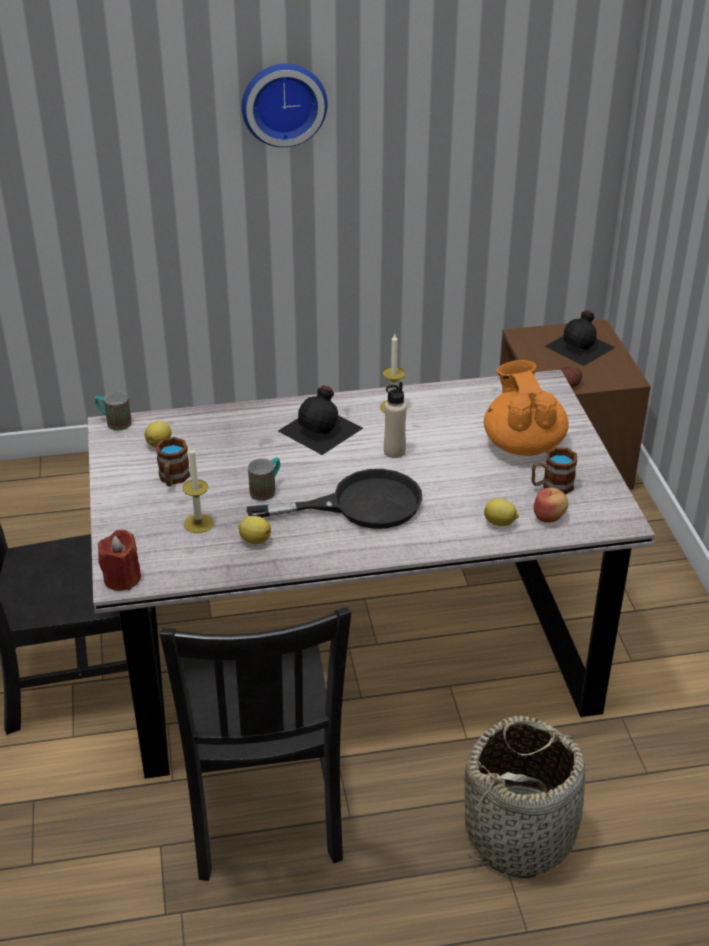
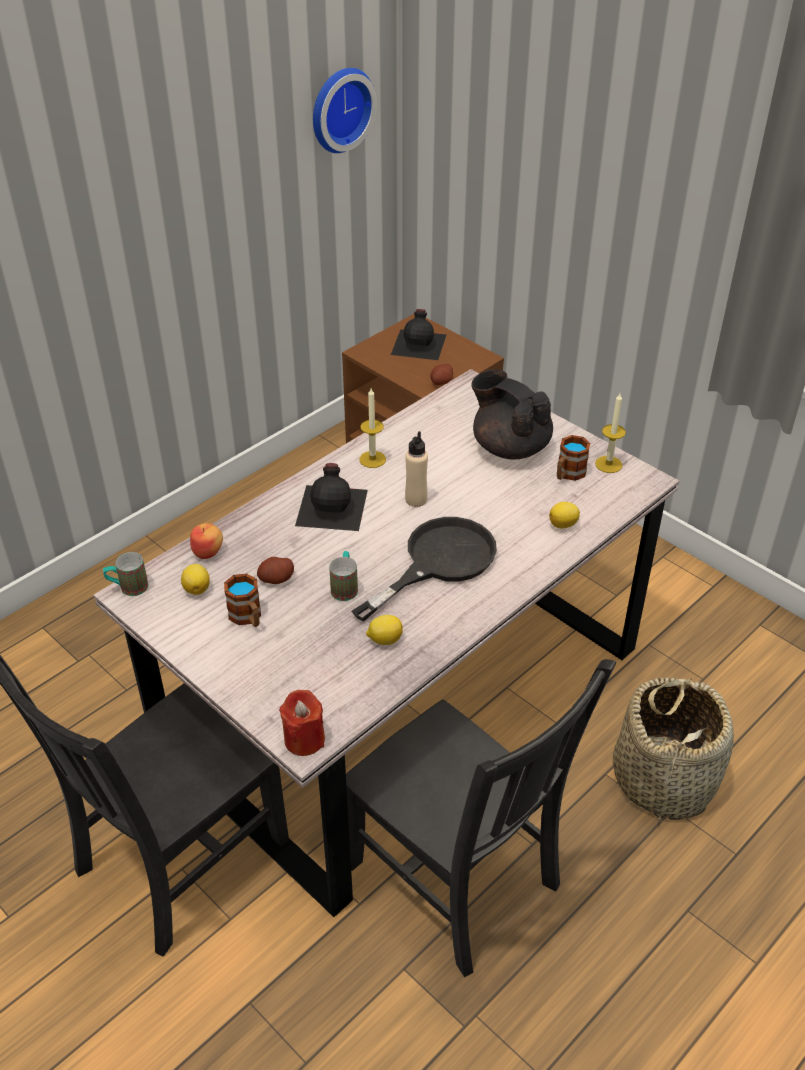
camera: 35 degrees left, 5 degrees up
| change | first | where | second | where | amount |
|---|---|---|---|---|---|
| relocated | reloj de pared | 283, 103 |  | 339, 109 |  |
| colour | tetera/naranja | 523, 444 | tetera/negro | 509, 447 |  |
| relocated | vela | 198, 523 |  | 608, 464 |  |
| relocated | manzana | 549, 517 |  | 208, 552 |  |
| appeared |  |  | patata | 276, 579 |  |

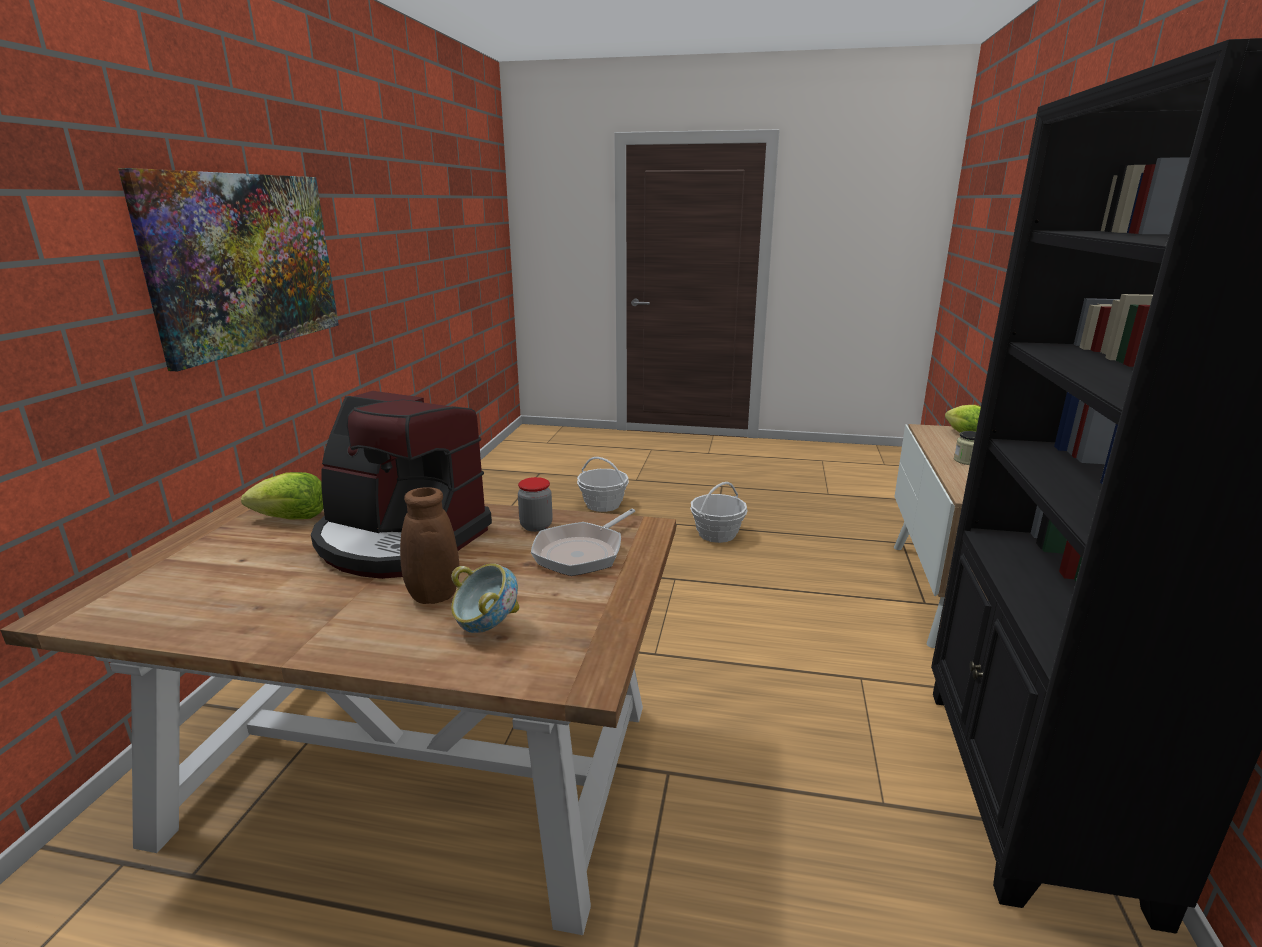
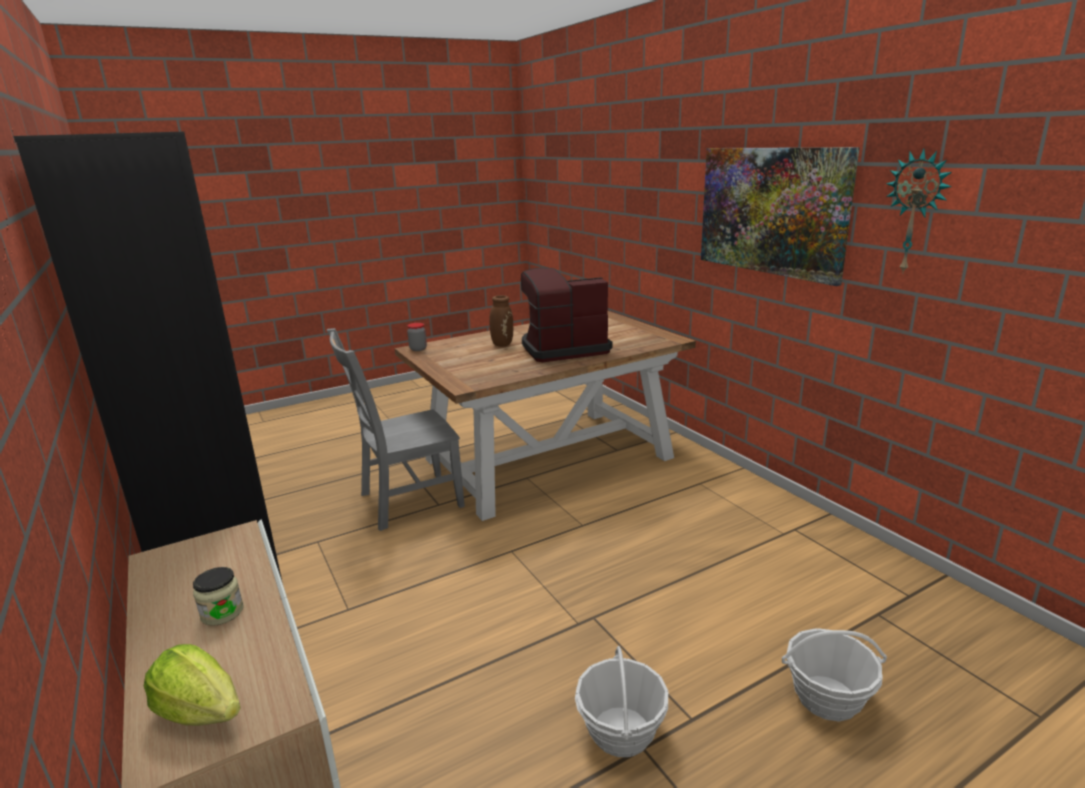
camera: 140 degrees right, 0 degrees up
| change | first | where | second | where | amount |
|---|---|---|---|---|---|
| missing | lechuga | 292, 518 |  |  |  |
| relocated | tarro | 536, 526 |  | 418, 349 |  |
| missing | sartén | 582, 552 |  |  |  |
| missing | cuenco | 486, 627 |  |  |  |
| appeared |  |  | reloj de pared | 916, 212 |  |
| appeared |  |  | silla/gris | 406, 501 |  |

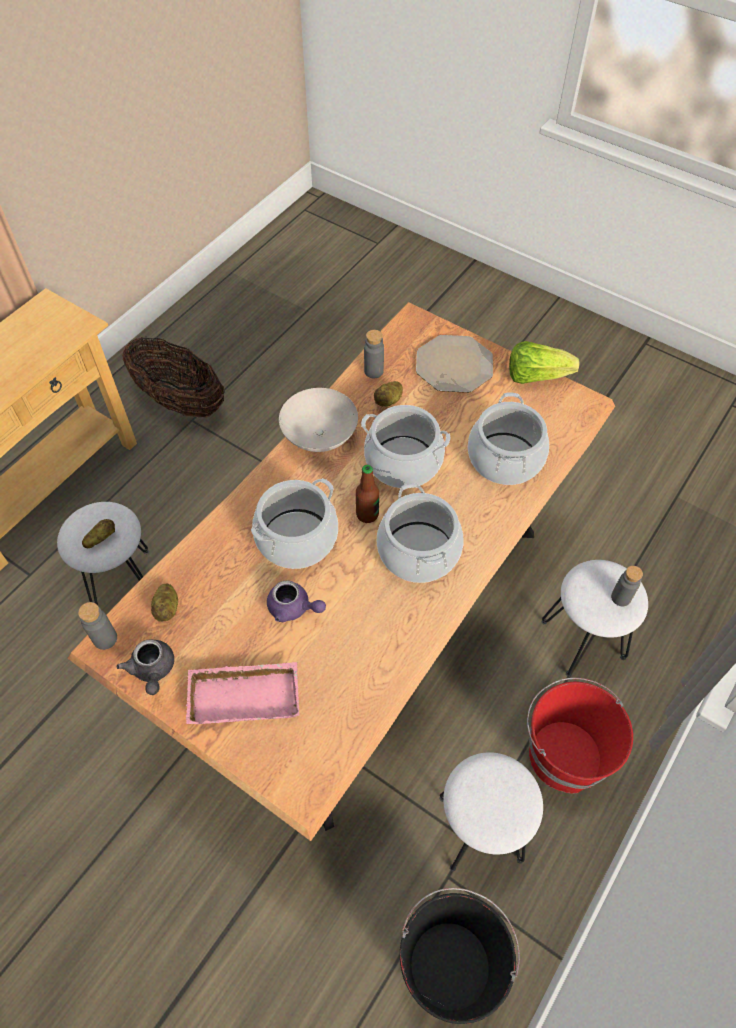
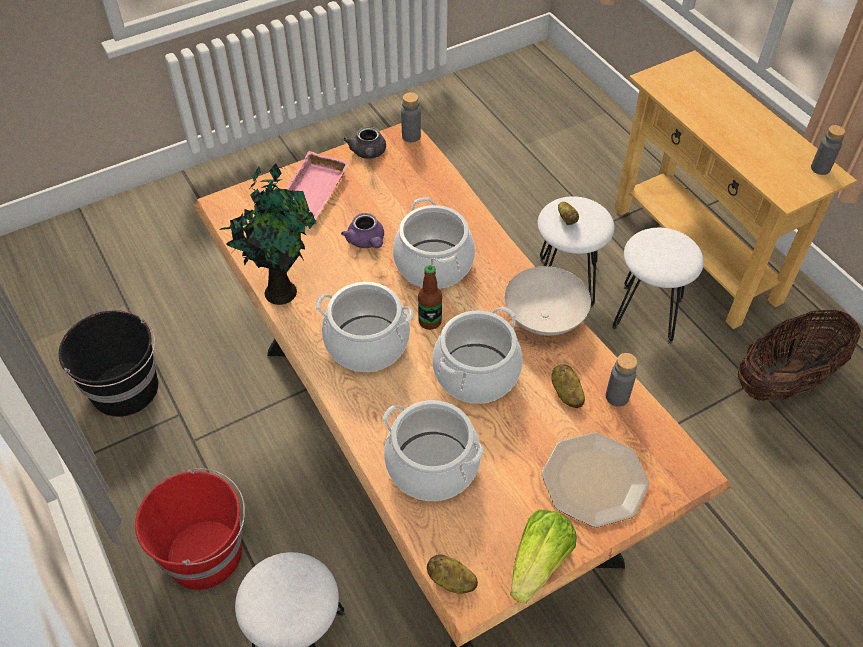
camera: 115 degrees right, 5 degrees down
| change | first | where | second | where | amount |
|---|---|---|---|---|---|
| relocated | botella/gris | 621, 597 |  | 820, 168 |  |
| spun | tetera/morado | 293, 608 |  | 367, 242 | 75 degrees counterclockwise |
| relocated | patata | 168, 608 |  | 451, 581 |  |
| spun | tetera/gris | 153, 671 |  | 368, 153 | 105 degrees counterclockwise |
| relocated | taburete/blanco | 480, 829 |  | 646, 313 |  |
| appeared |  |  | planta en maceta | 281, 289 |  |

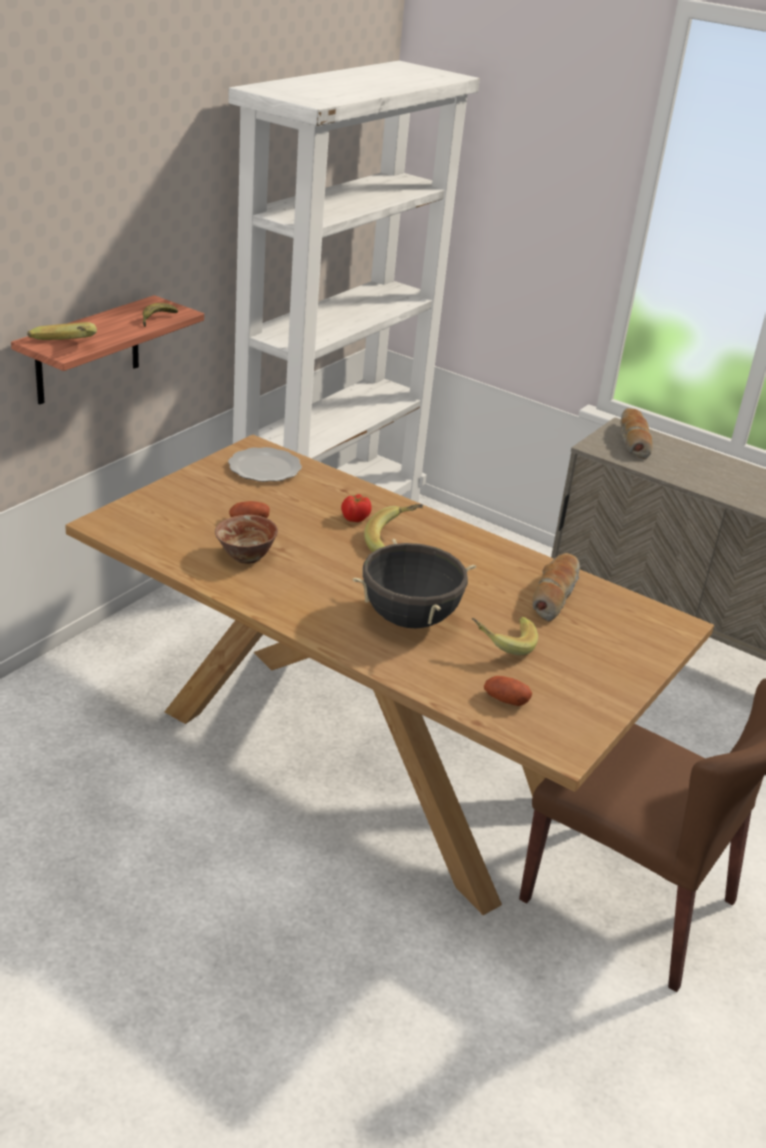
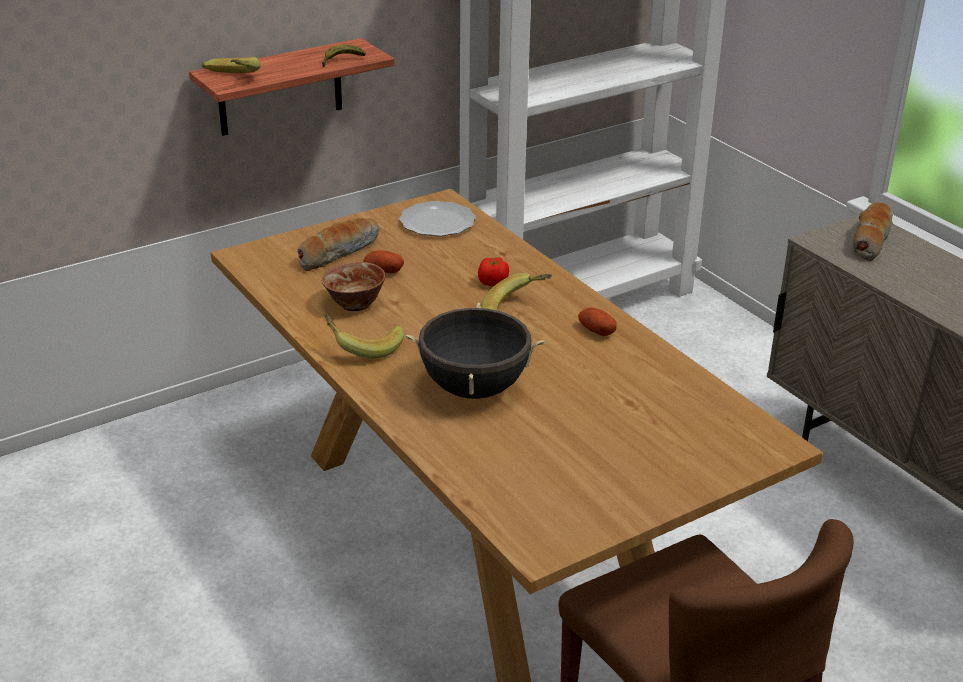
camera: 25 degrees right, 0 degrees up
| change | first | where | second | where | amount |
|---|---|---|---|---|---|
| relocated | pan | 554, 594 |  | 338, 252 |  |
| relocated | plátano | 501, 644 |  | 363, 347 |  |
| relocated | patata | 505, 700 |  | 596, 331 |  |

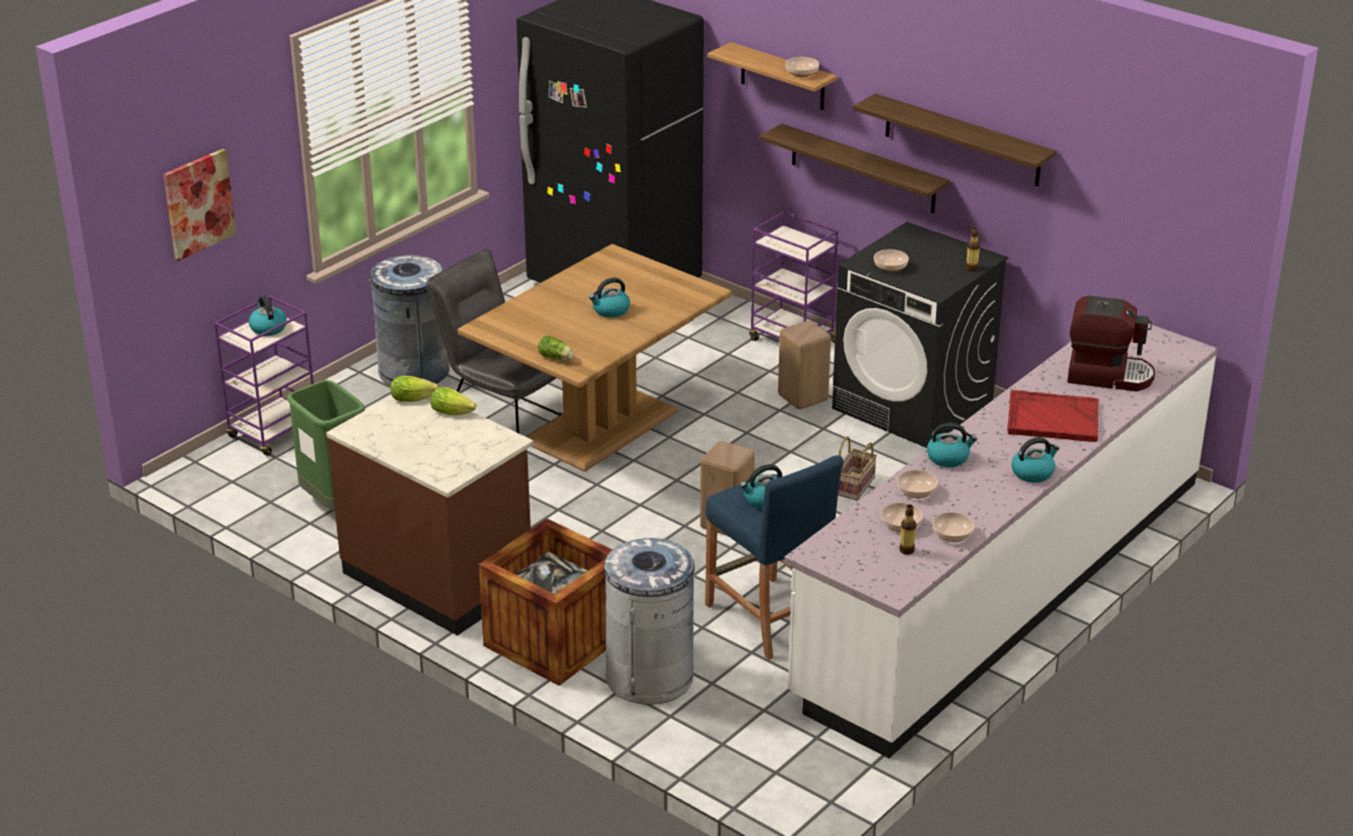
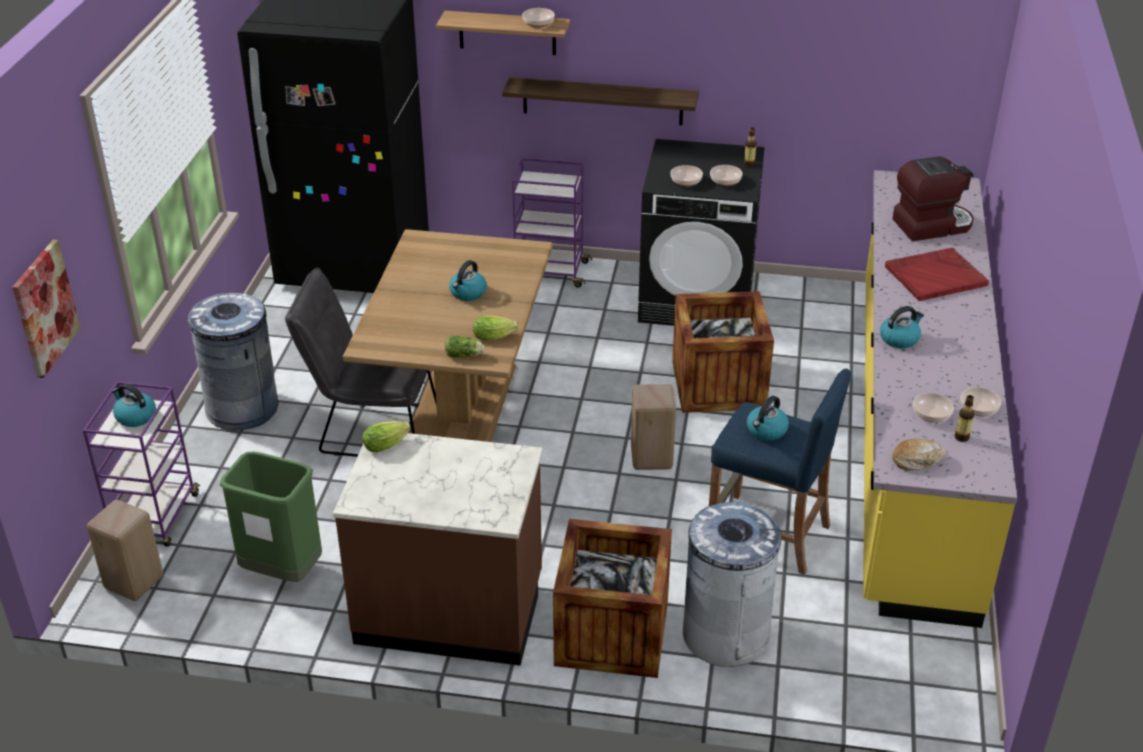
camera: 30 degrees left, 5 degrees up
| change | first | where | second | where | amount |
|---|---|---|---|---|---|
| missing | estante | 962, 140 |  |  |  |
| relocated | taburete/beis | 804, 398 |  | 135, 581 |  |
| colour | mueble bajo de cocina/blanco | 1003, 586 | mueble bajo de cocina/amarillo | 911, 433 |  |
| relocated | lechuga | 454, 412 |  | 496, 336 |  |
| exchanged | cesta | 854, 485 | caja de embalaje | 718, 385 |  |
| missing | hervidor | 1033, 473 |  |  |  |
| relocated | cuenco | 917, 491 |  | 726, 181 |  |
| appeared |  |  | pan | 917, 460 |  |

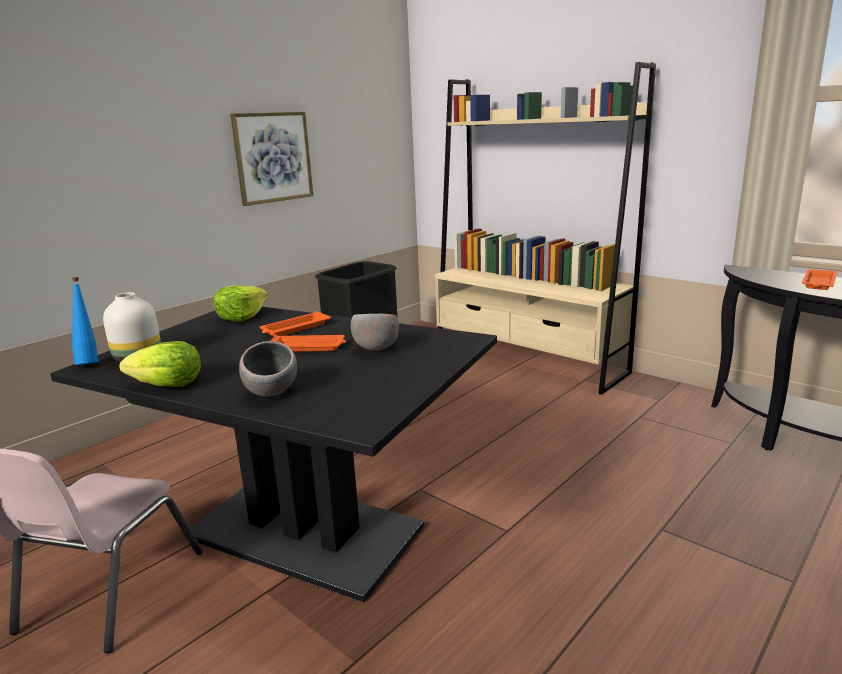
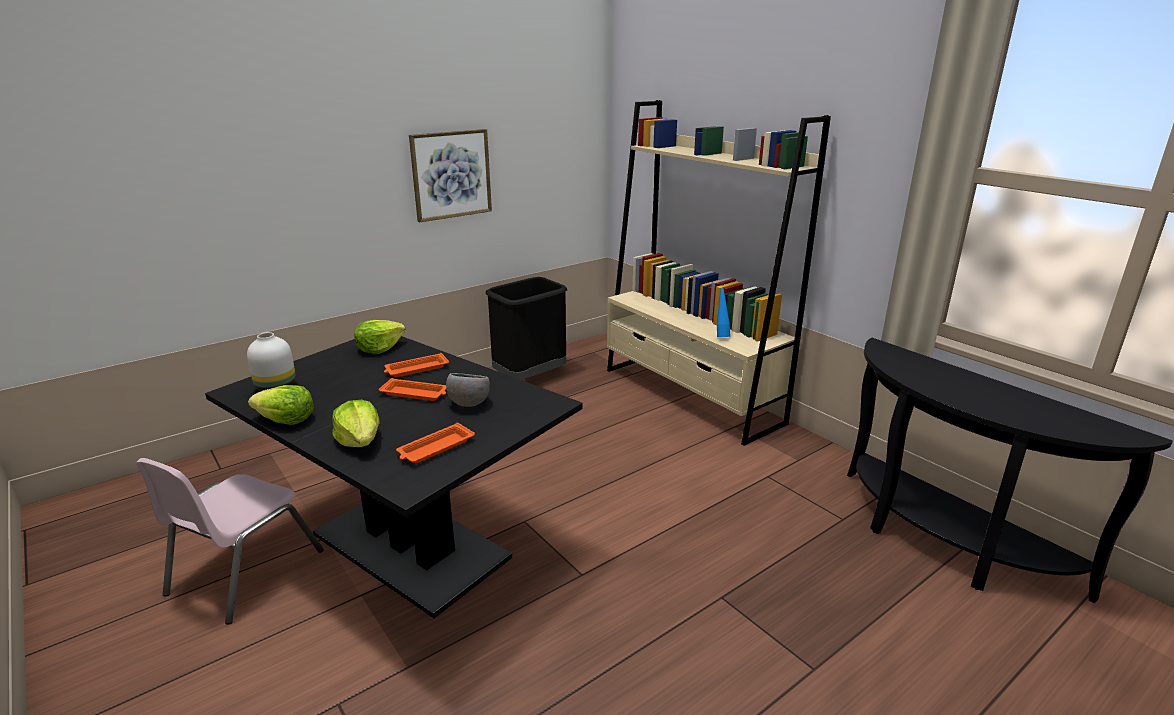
camera: 10 degrees right, 5 degrees up
| change | first | where | second | where | amount |
|---|---|---|---|---|---|
| relocated | bandeja/naranja | 818, 283 |  | 435, 448 |  |
| relocated | botella/azul | 90, 362 |  | 721, 336 |  |
| exchanged | cuenco/gris | 272, 392 | lechuga | 360, 441 |  |

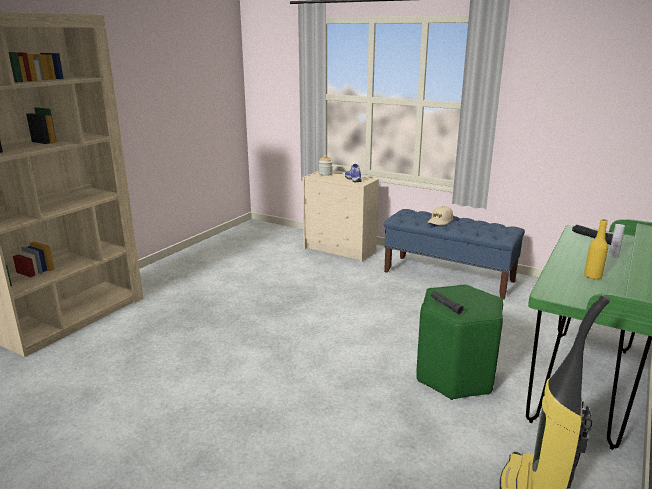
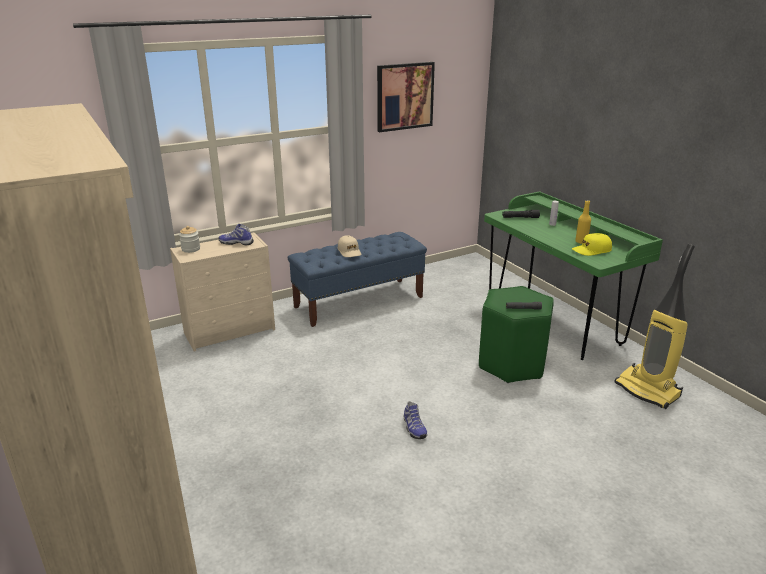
camera: 60 degrees left, 5 degrees up
| change | first | where | second | where | amount |
|---|---|---|---|---|---|
| appeared |  |  | cuadro | 404, 96 |  |
| appeared |  |  | gorra/amarillo | 591, 250 |  |
| appeared |  |  | zapato | 413, 428 |  |

